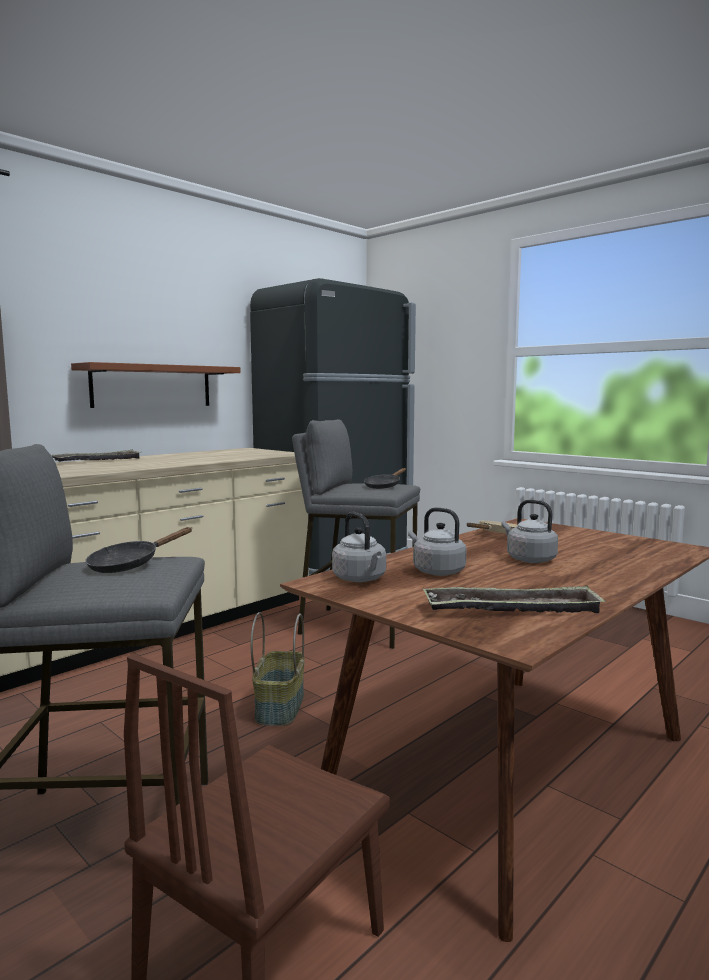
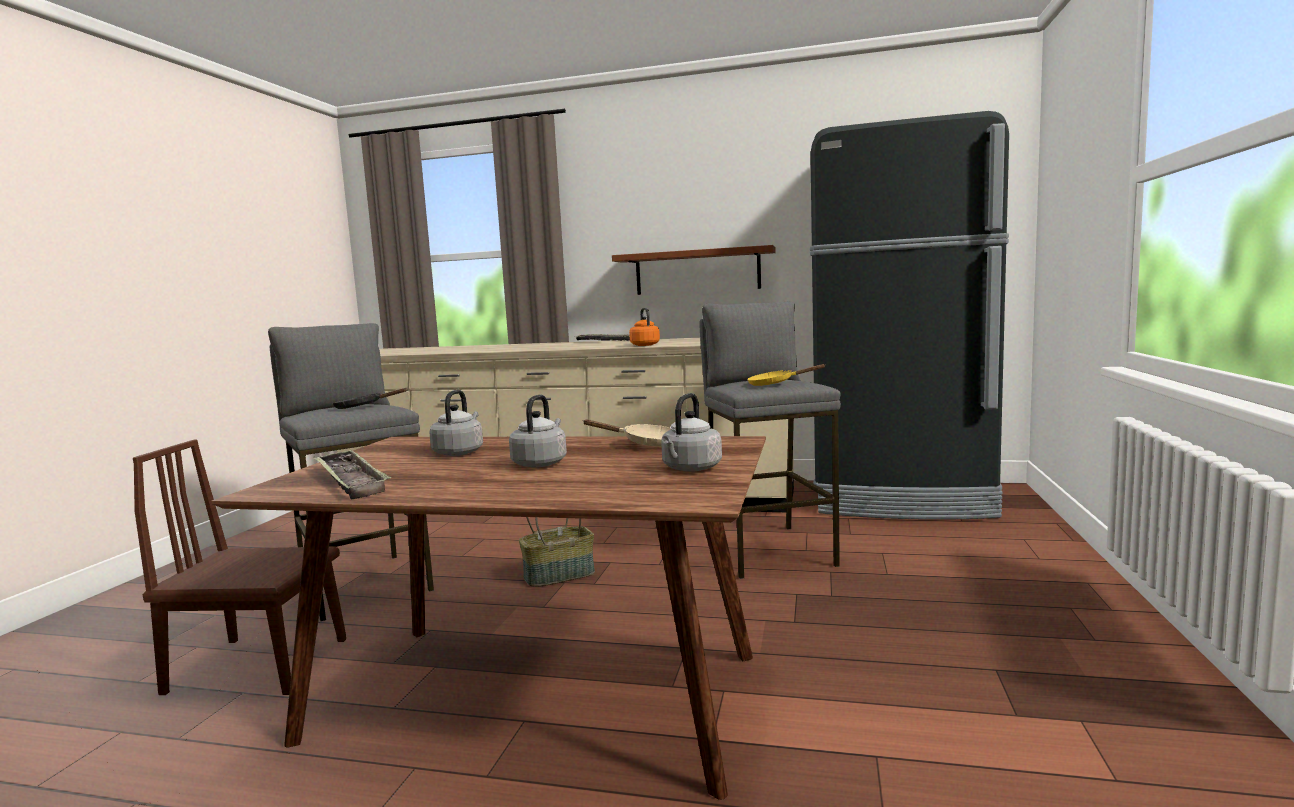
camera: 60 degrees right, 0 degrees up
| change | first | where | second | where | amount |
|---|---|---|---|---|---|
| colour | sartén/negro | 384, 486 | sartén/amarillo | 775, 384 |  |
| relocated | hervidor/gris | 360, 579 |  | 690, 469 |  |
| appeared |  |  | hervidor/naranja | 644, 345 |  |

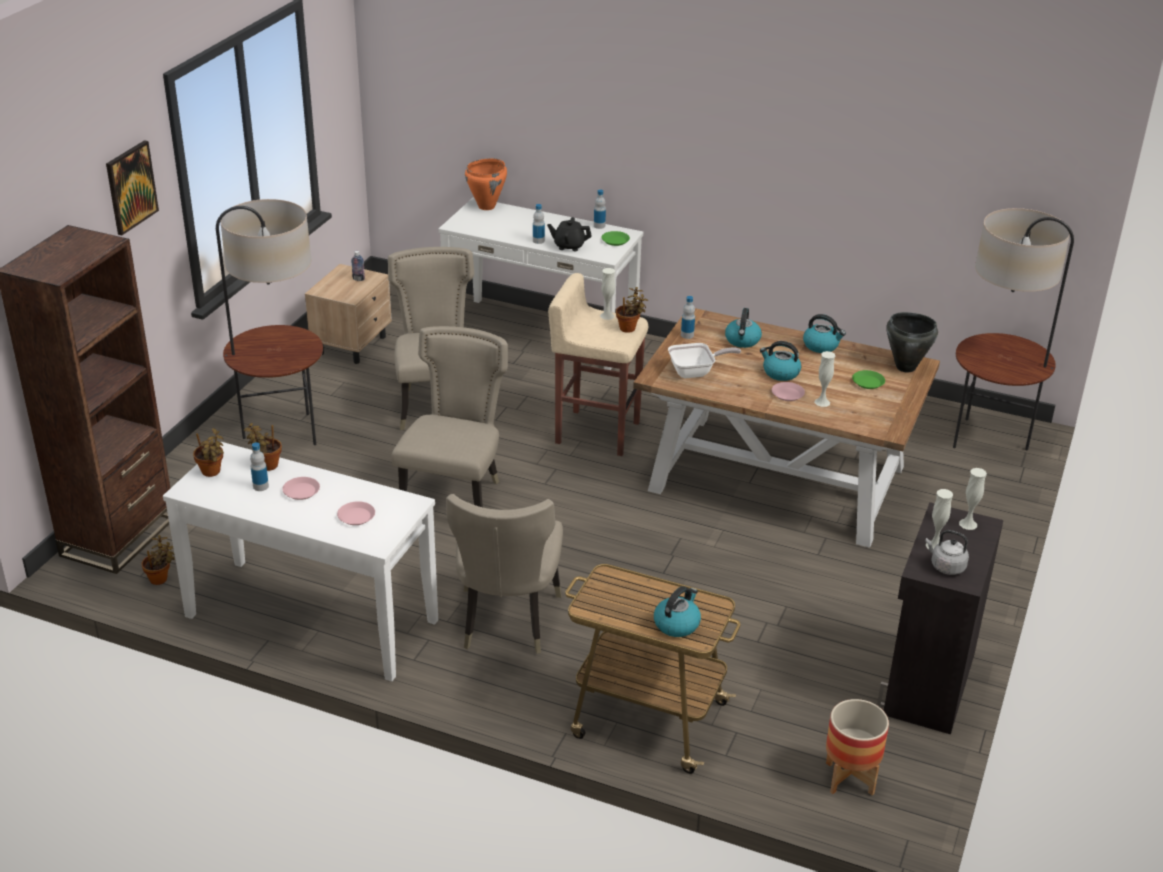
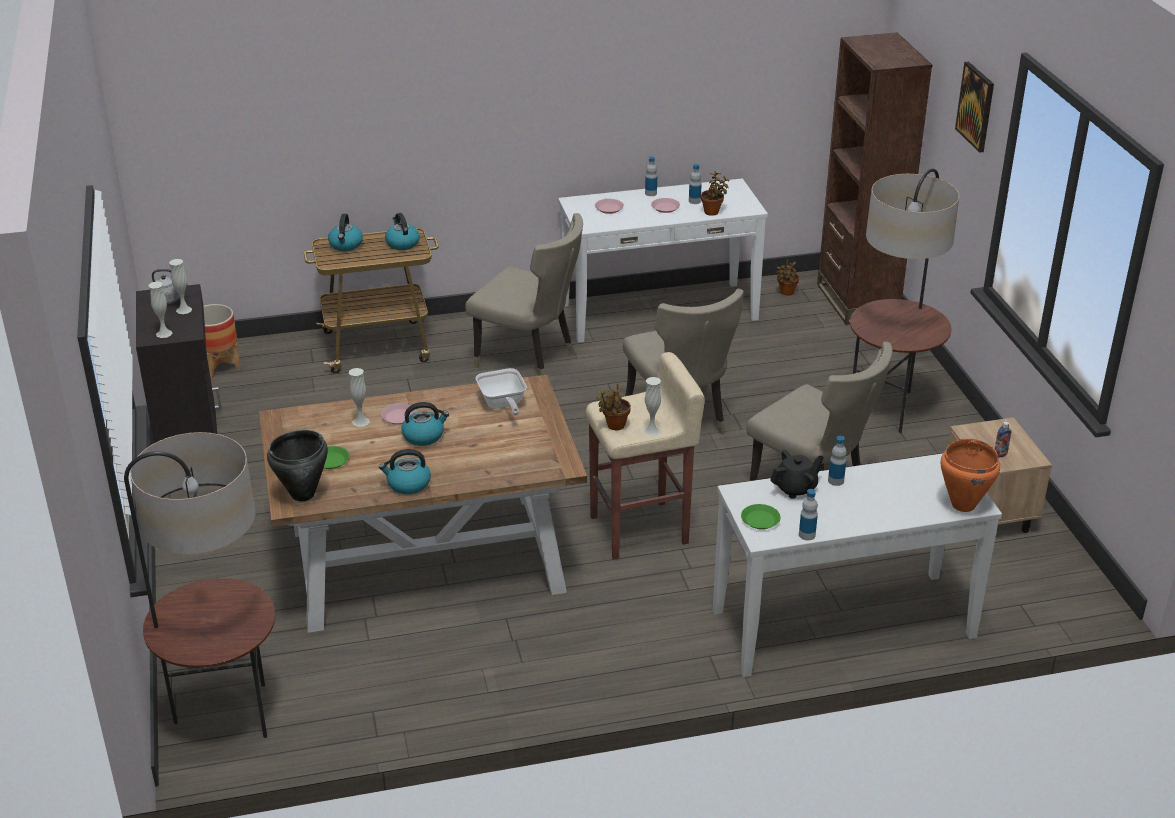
camera: 145 degrees right, 0 degrees up
| change | first | where | second | where | amount |
|---|---|---|---|---|---|
| relocated | botella | 687, 335 |  | 651, 193 |  |
| relocated | hervidor | 742, 341 |  | 402, 243 |  |
| spun | sartén | 696, 372 |  | 502, 405 | 60 degrees counterclockwise |
| missing | planta en maceta | 212, 472 |  |  |  |
| spun | silla/beis | 506, 623 |  | 530, 358 | 150 degrees clockwise |

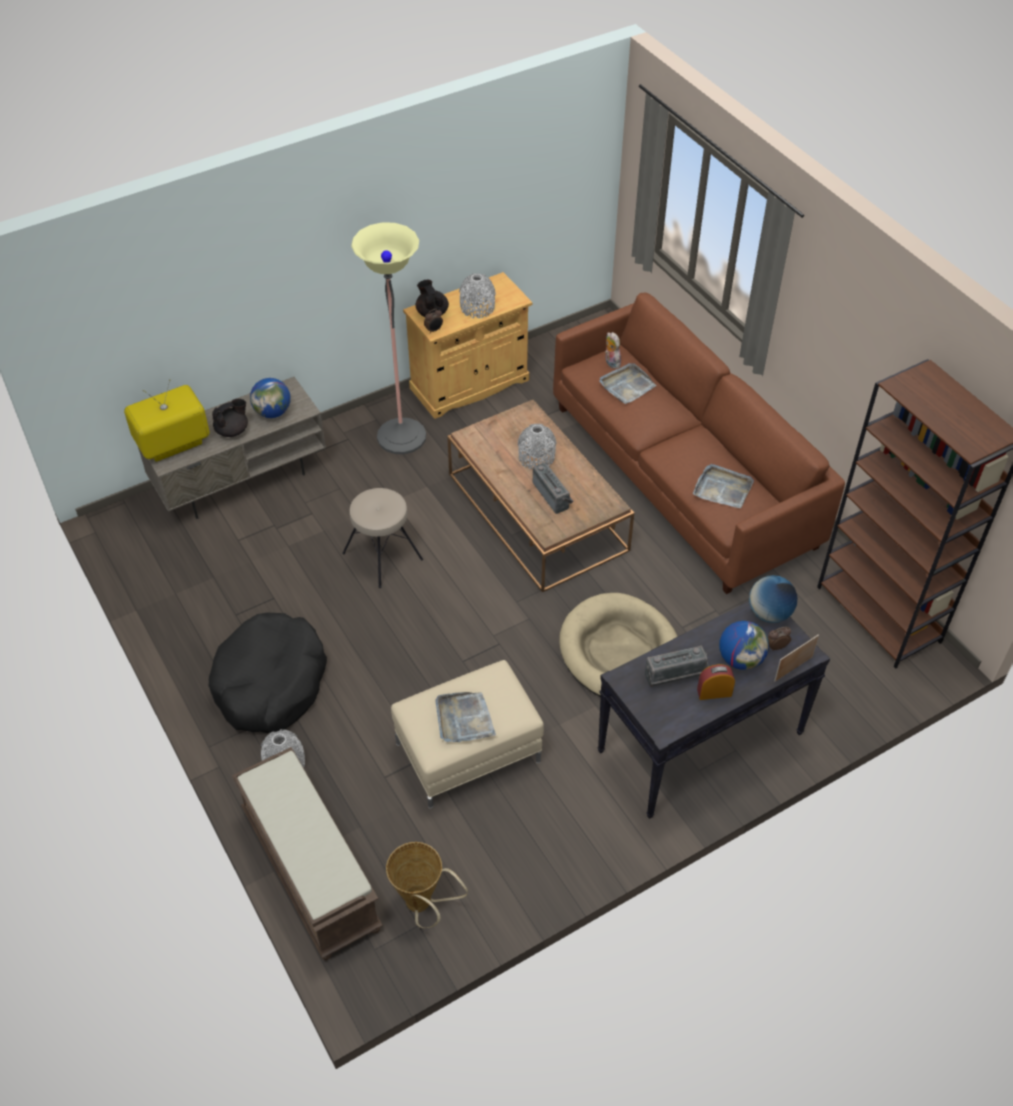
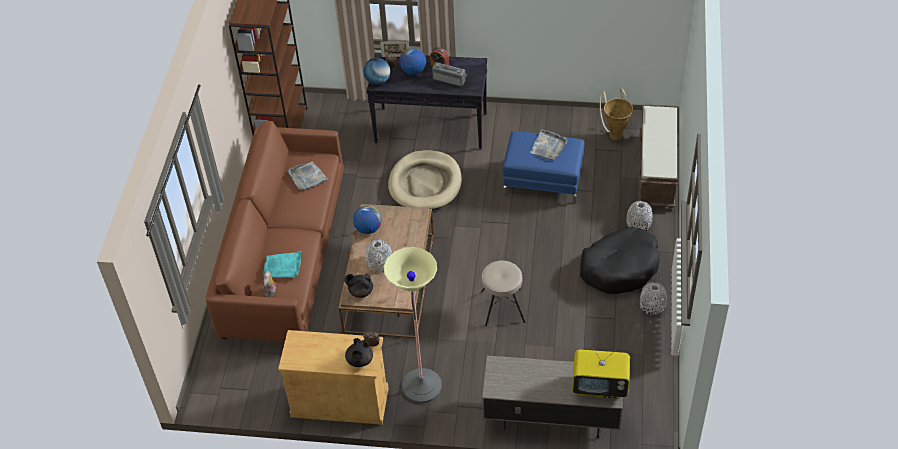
camera: 140 degrees left, 0 degrees up
| change | first | where | second | where | amount |
|---|---|---|---|---|---|
| relocated | florero/gris | 477, 308 |  | 652, 304 |  |
| colour | bandeja/gris | 627, 385 | bandeja/turquesa | 283, 266 |  |
| relocated | globo terráqueo | 273, 412 |  | 368, 229 |  |
| relocated | tetera/negro | 232, 430 |  | 360, 291 |  |
| missing | radio | 553, 495 |  |  |  |
| colour | puf/beis | 468, 751 | puf/azul | 542, 181 |  |

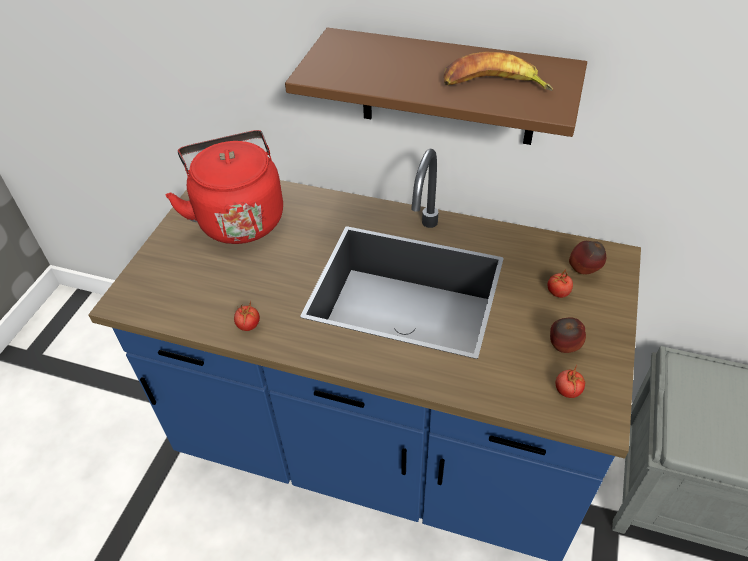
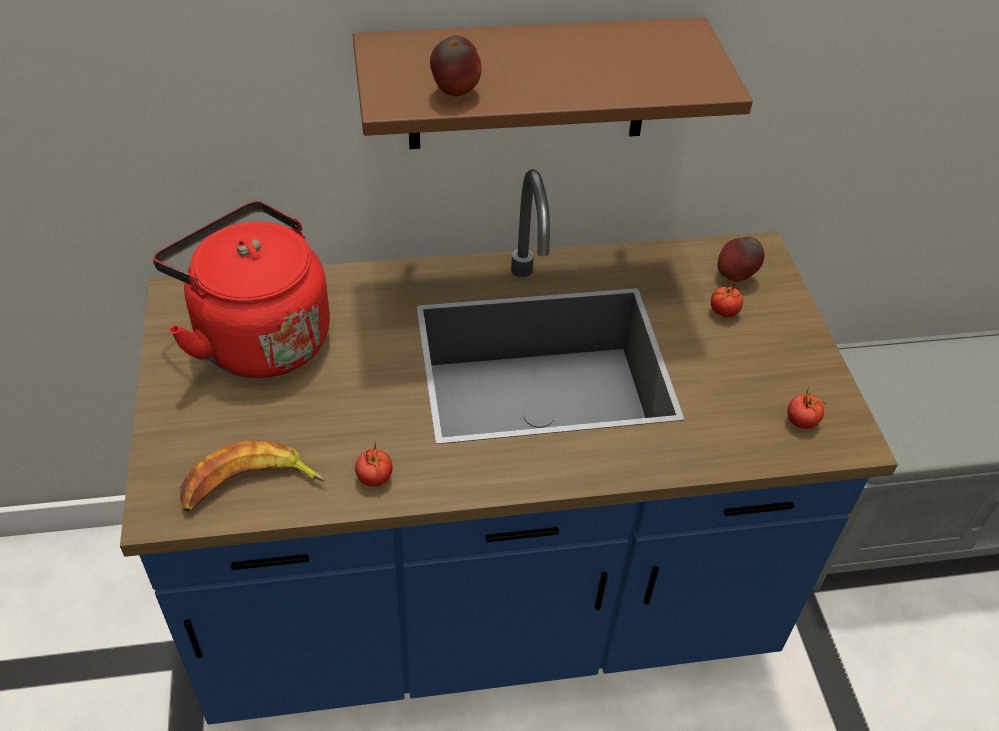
camera: 30 degrees left, 0 degrees up
| change | first | where | second | where | amount |
|---|---|---|---|---|---|
| relocated | plátano | 494, 85 |  | 249, 486 |  |
| relocated | manzana | 563, 348 |  | 454, 94 |  |

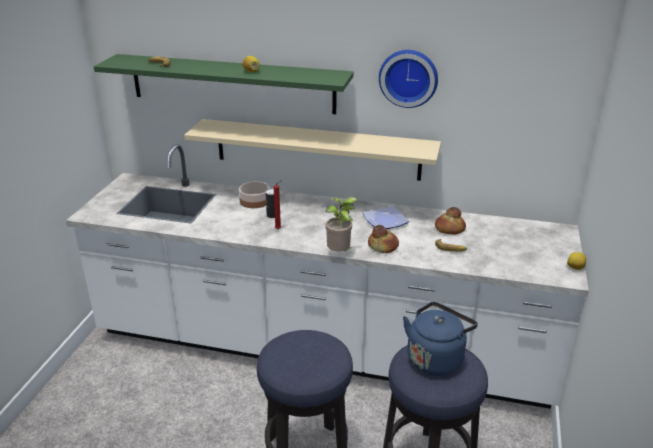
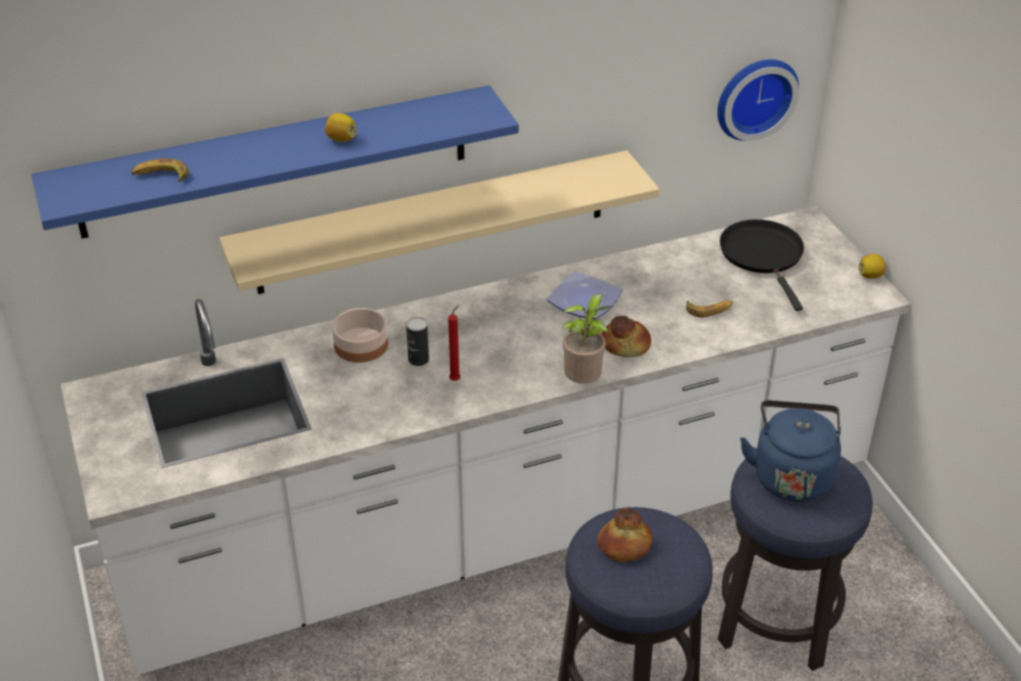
camera: 35 degrees left, 10 degrees up
| change | first | where | second | where | amount |
|---|---|---|---|---|---|
| relocated | reloj de pared | 408, 77 |  | 754, 96 |  |
| colour | estante/verde | 232, 83 | estante/azul | 275, 162 |  |
| relocated | pan | 449, 229 |  | 625, 545 |  |
| appeared |  |  | sartén/negro | 763, 256 |  |

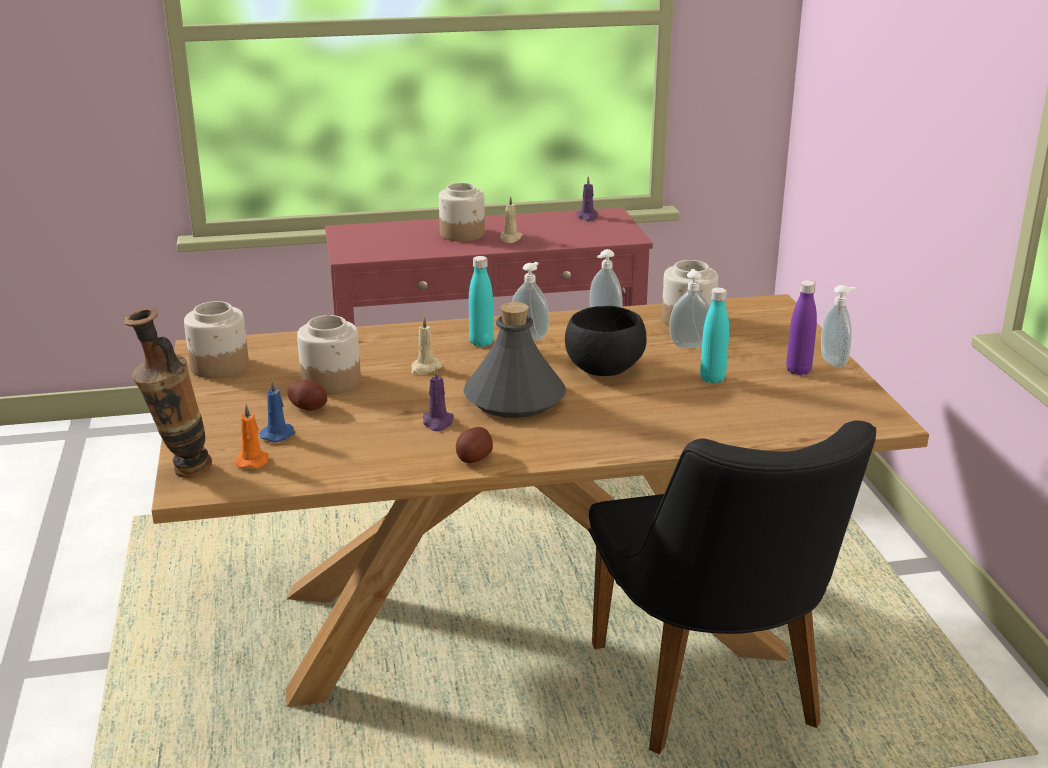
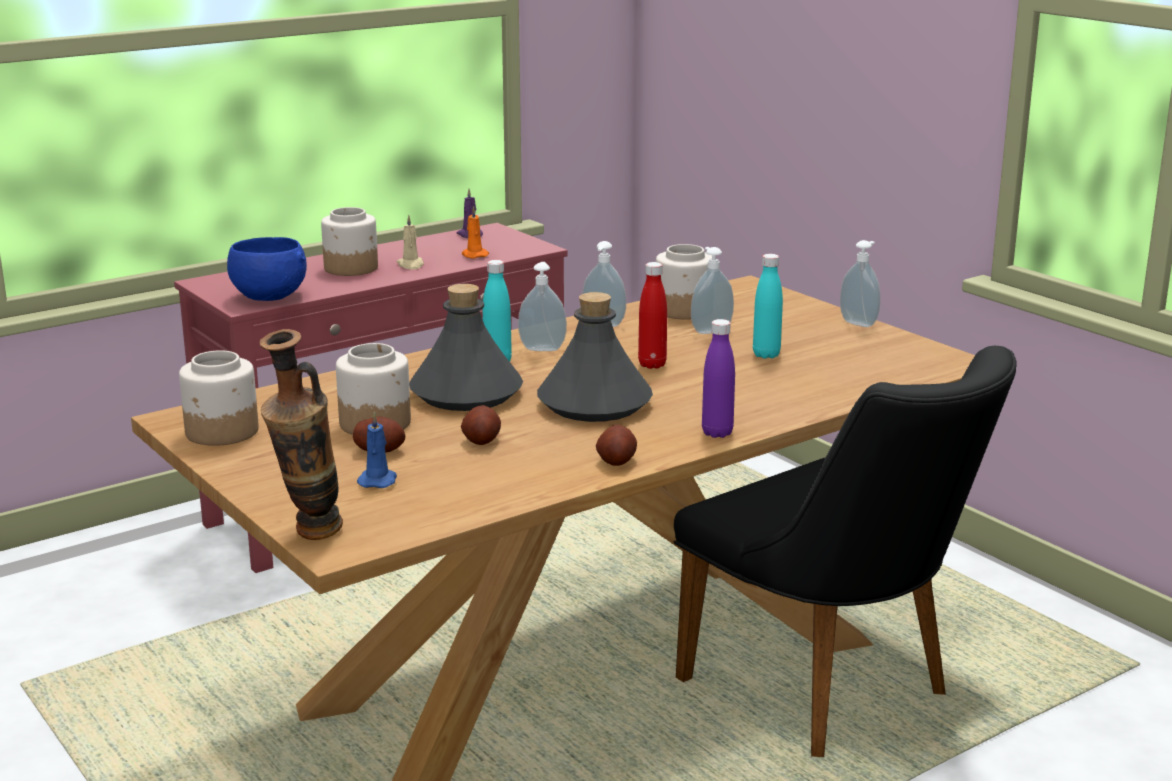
camera: 25 degrees left, 5 degrees down
| change | first | where | second | where | amount |
|---|---|---|---|---|---|
| relocated | botella/morado | 798, 371 |  | 717, 433 |  |
| exchanged | cuenco/negro | 603, 370 | botella/rojo | 652, 365 |  |
| exchanged | vela/beis | 425, 368 | botella/gris | 465, 394 |  |
| missing | vela/morado | 438, 422 |  |  |  |
| relocated | vela/naranja | 252, 460 |  | 474, 255 |  |
| appeared |  |  | cuenco/azul | 268, 297 |  |
| appeared |  |  | patata | 481, 440 |  |

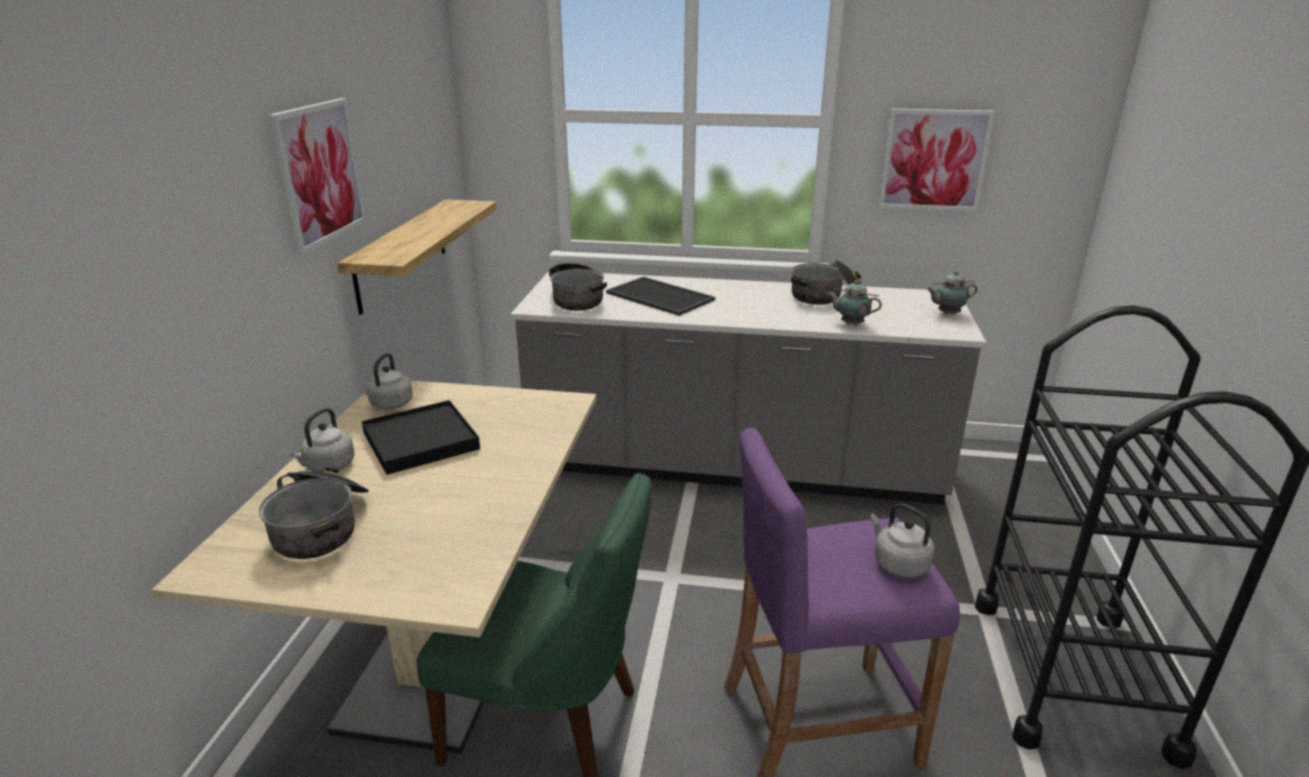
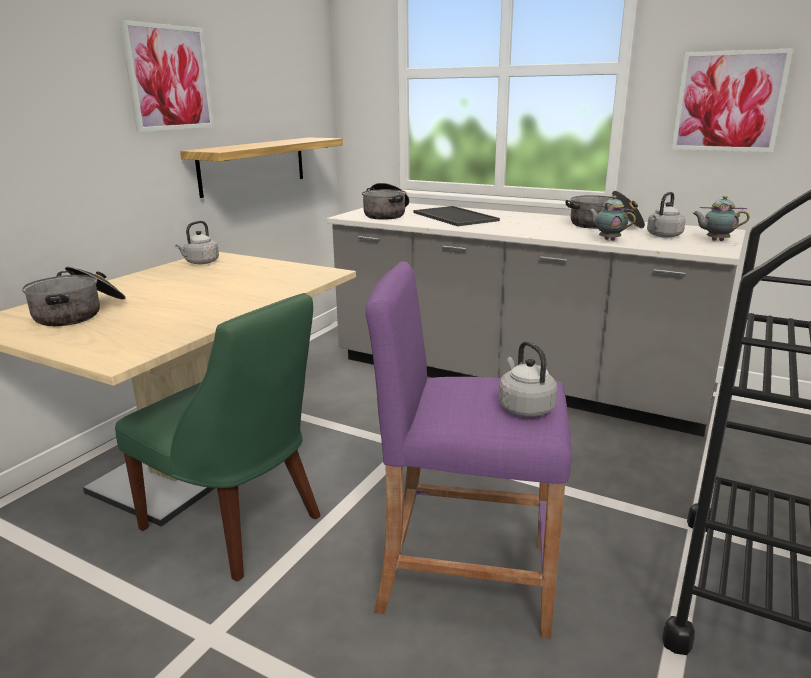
camera: 20 degrees right, 5 degrees down
| change | first | where | second | where | amount |
|---|---|---|---|---|---|
| missing | bandeja/negro | 420, 441 |  |  |  |
| relocated | hervidor/gris | 328, 466 |  | 663, 236 |  |

